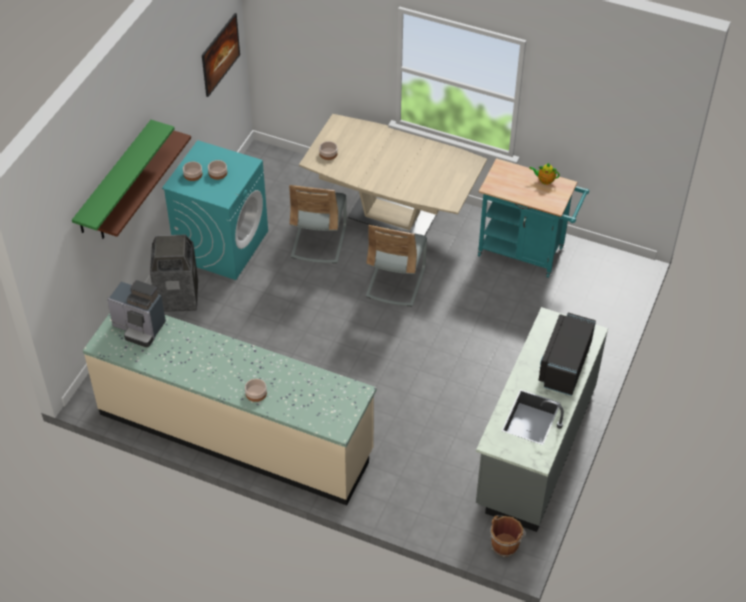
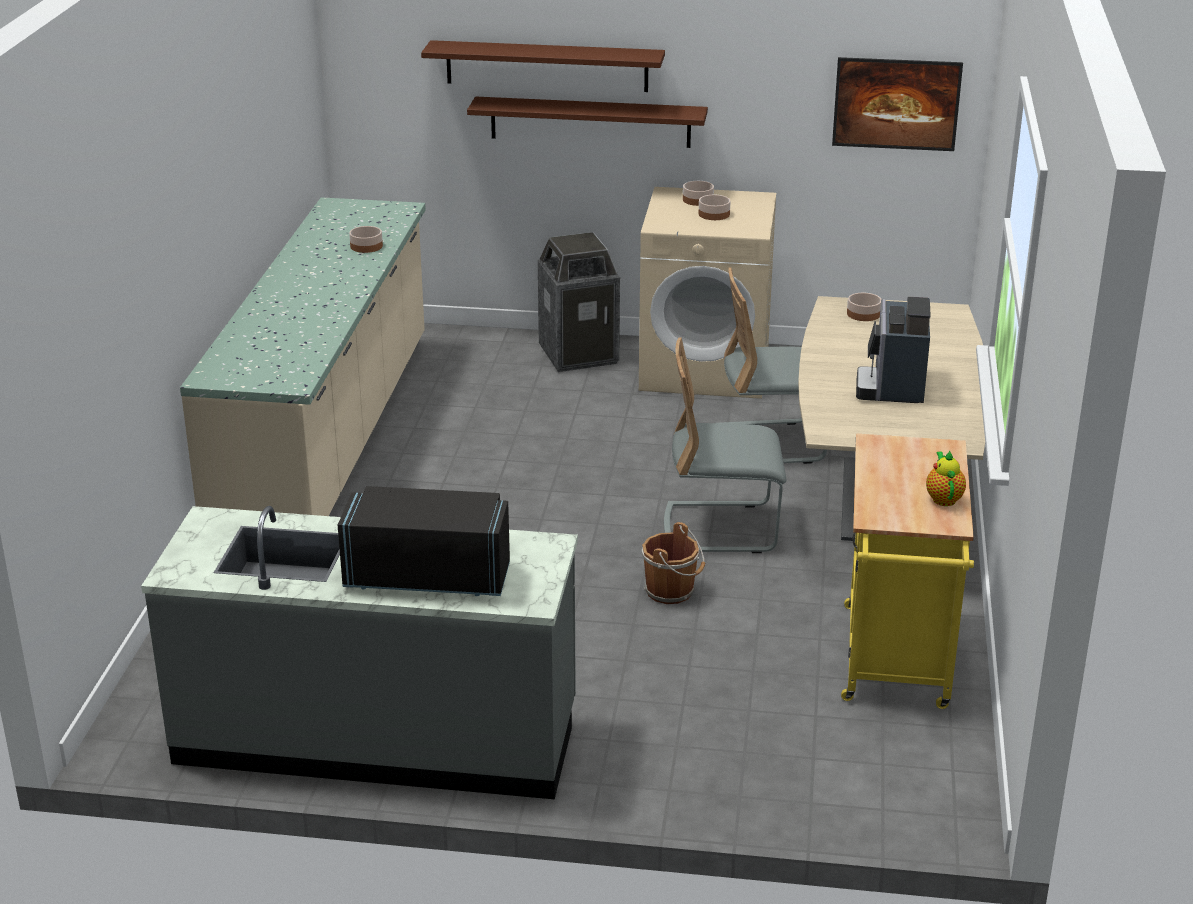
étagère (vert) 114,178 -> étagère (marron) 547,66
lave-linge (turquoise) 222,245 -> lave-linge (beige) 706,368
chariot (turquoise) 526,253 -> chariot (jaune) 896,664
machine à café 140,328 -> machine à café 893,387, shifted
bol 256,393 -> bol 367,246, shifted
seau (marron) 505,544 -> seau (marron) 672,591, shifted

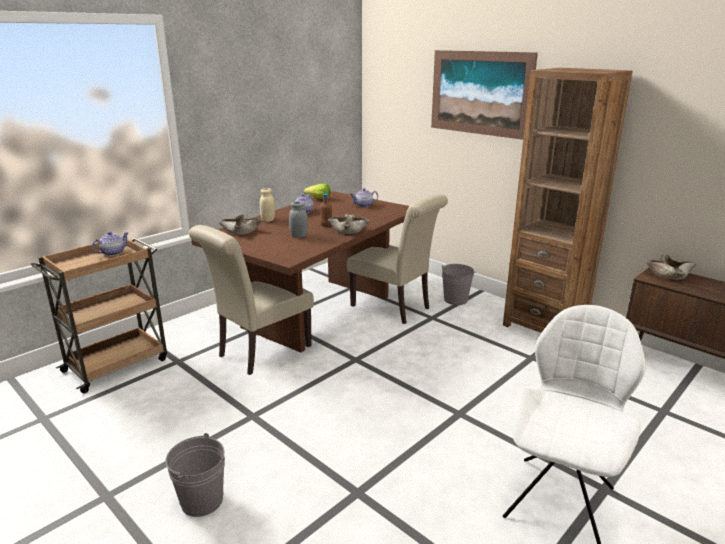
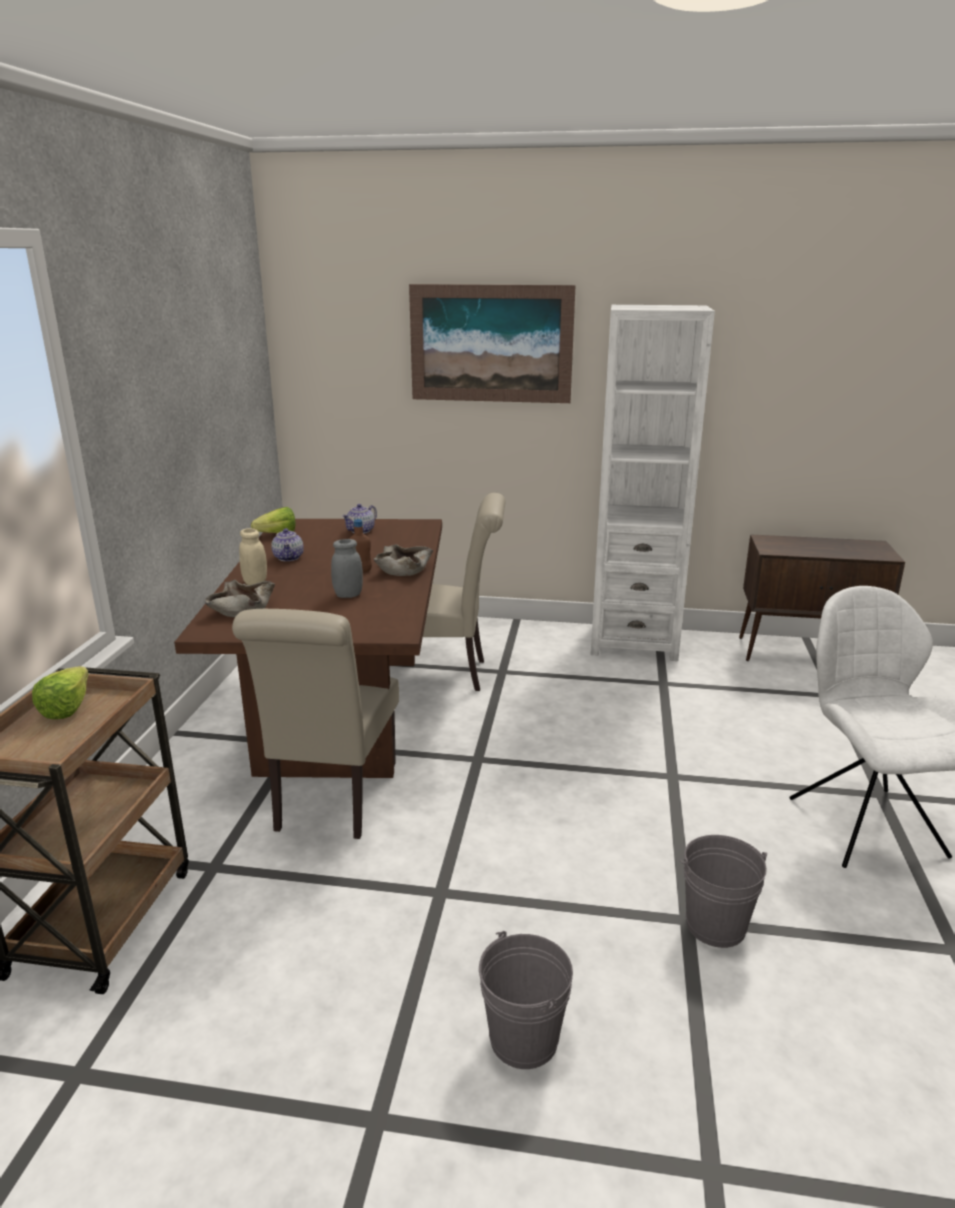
bibliothèque (marron) 544,326 -> bibliothèque (blanc) 633,642
théière 112,253 -> laitue 72,706
bol (beige) 669,275 -> none
seau (gris) 455,300 -> seau (gris) 716,925, shifted

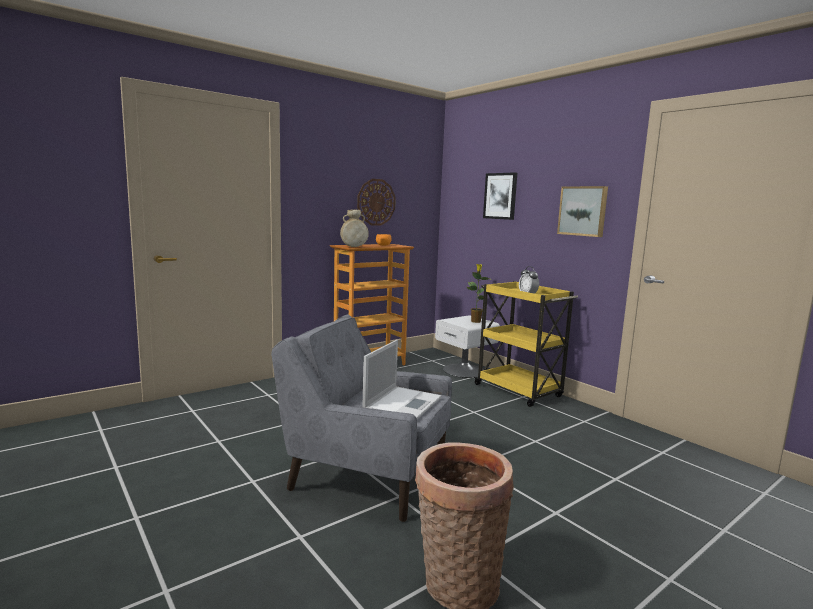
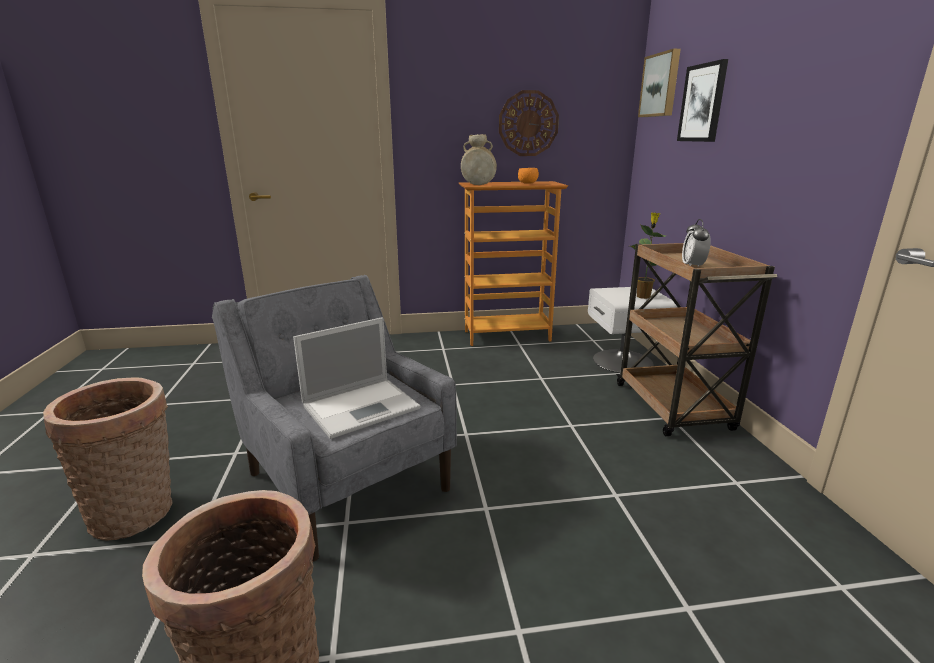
tableau 583,211 -> tableau 661,85, shifted
chariot (jaune) 519,391 -> chariot (marron) 673,408
none -> panier 138,512

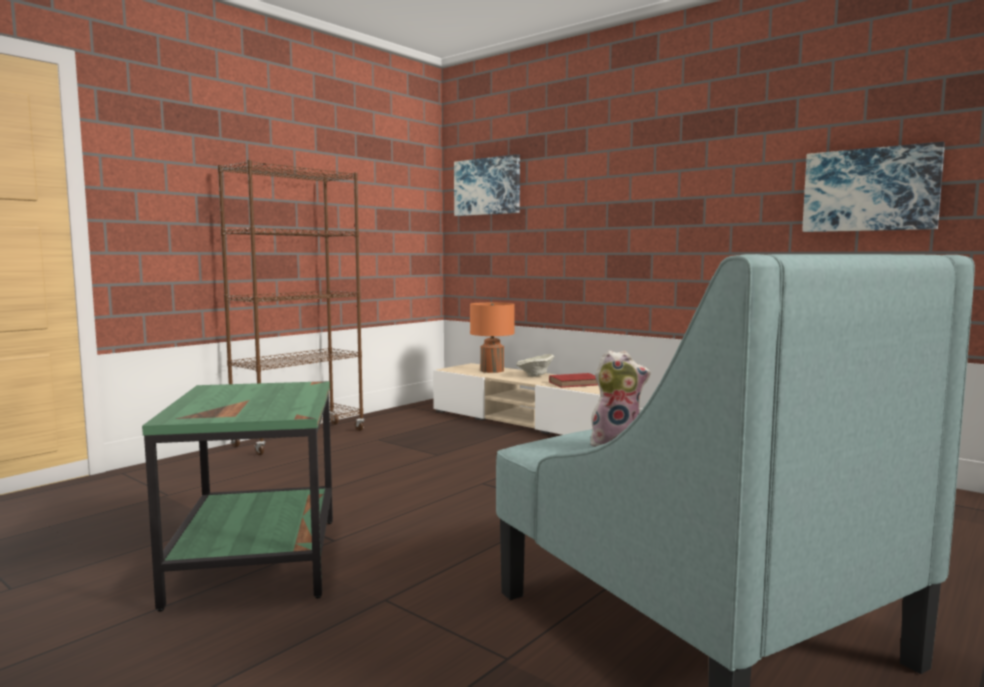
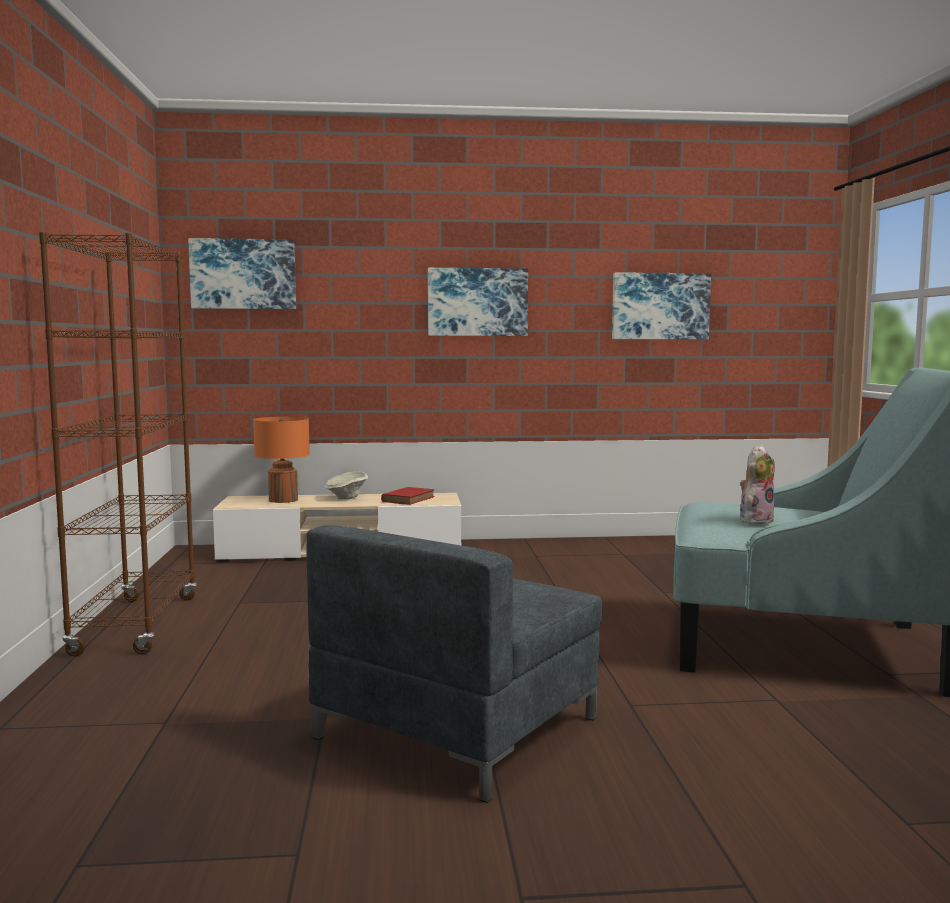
table d'appoint (vert) 255,560 -> fauteuil (gris) 461,727
none -> tableau 477,302

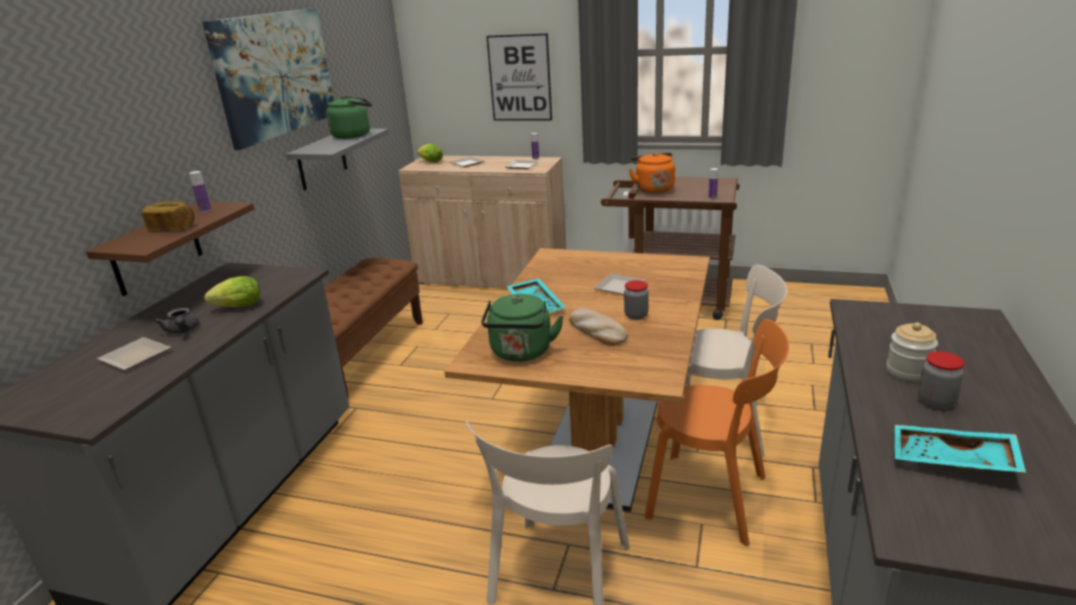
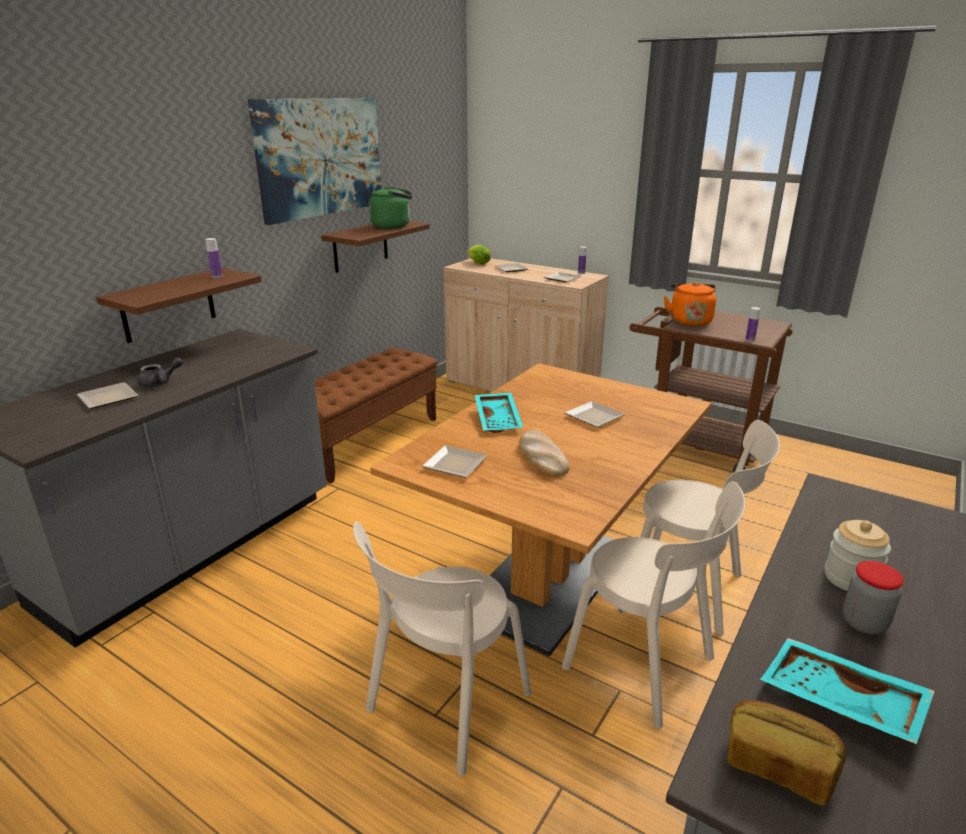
tableau 520,78 -> none
étagère (gris) 322,159 -> étagère (marron) 360,246
pain 172,227 -> pain 778,765, shifted
laitue 236,307 -> none
bocal 636,315 -> none
bouilloire (vert) 521,353 -> assiette 453,465
théière (gris) 182,331 -> théière (gris) 160,383, 105 degrees counterclockwise
chaise (orange) 713,498 -> chaise (beige) 645,666

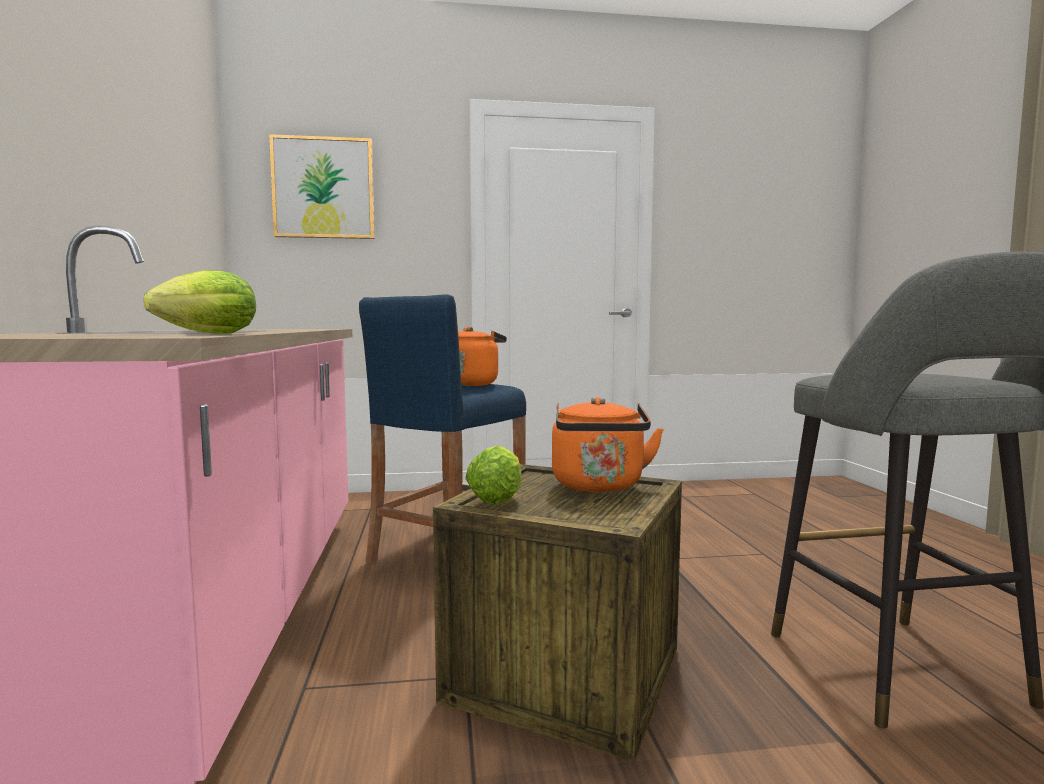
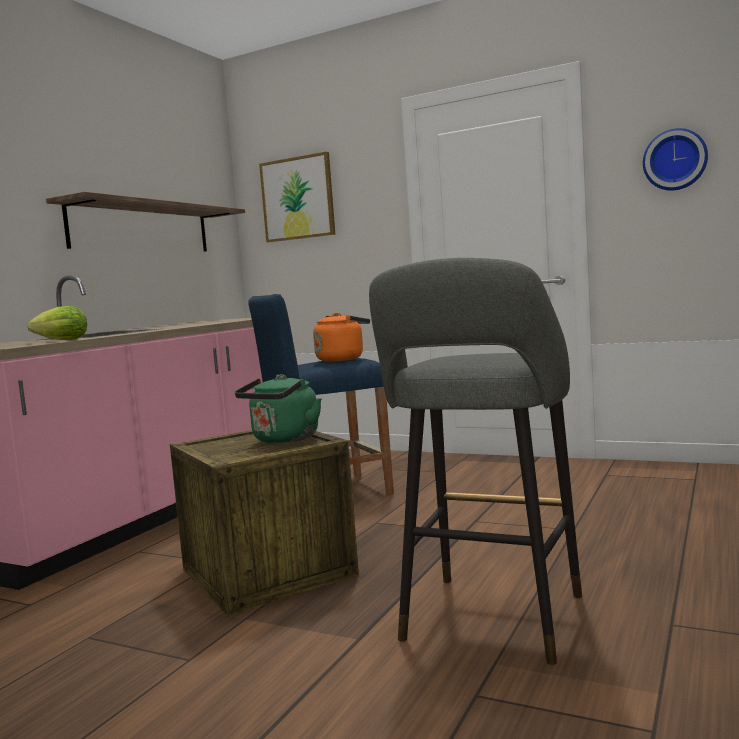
bouilloire (orange) 599,487 -> bouilloire (vert) 283,440
laitue 498,497 -> none
none -> horloge murale 675,160
none -> étagère 142,228

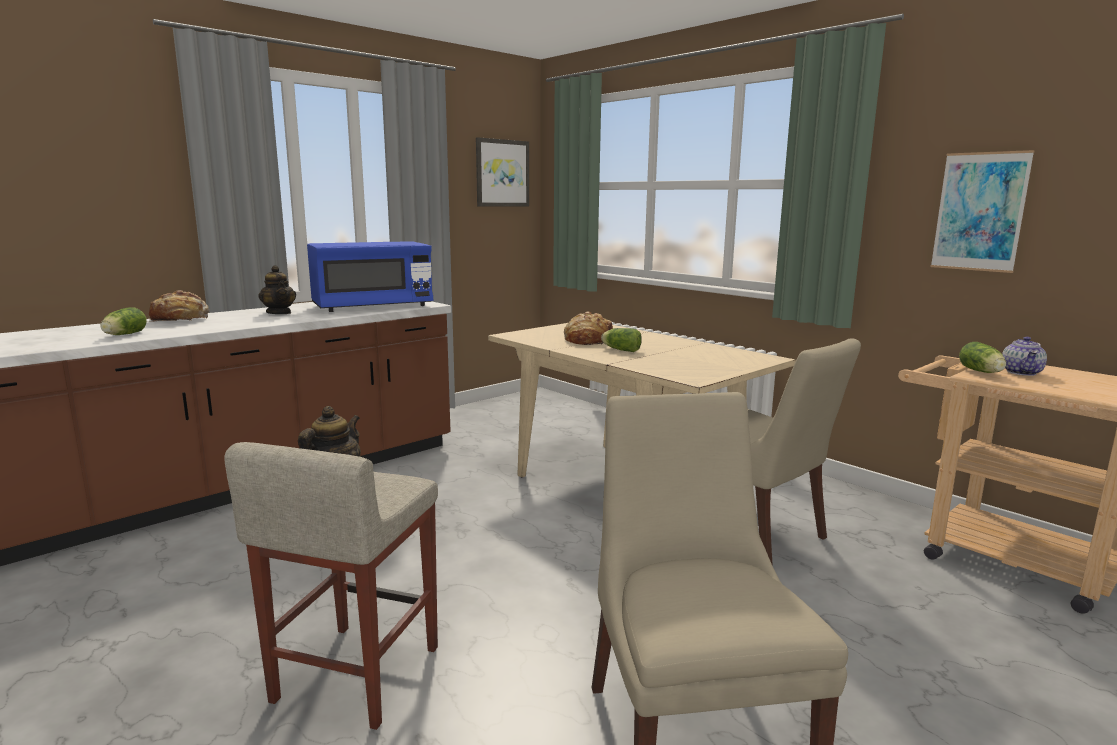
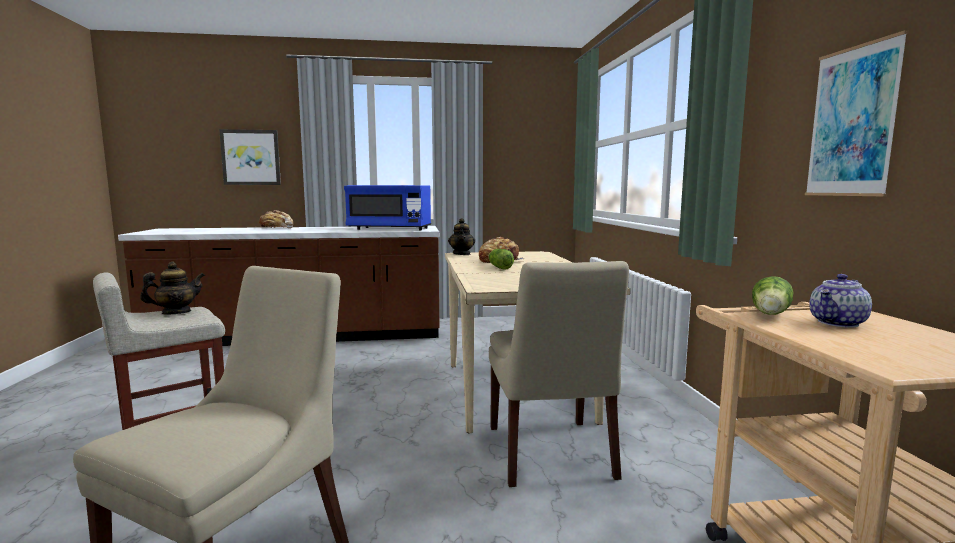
tableau 502,173 -> tableau 251,157, shifted
théière 279,313 -> théière 462,254, shifted
laitue 123,335 -> none

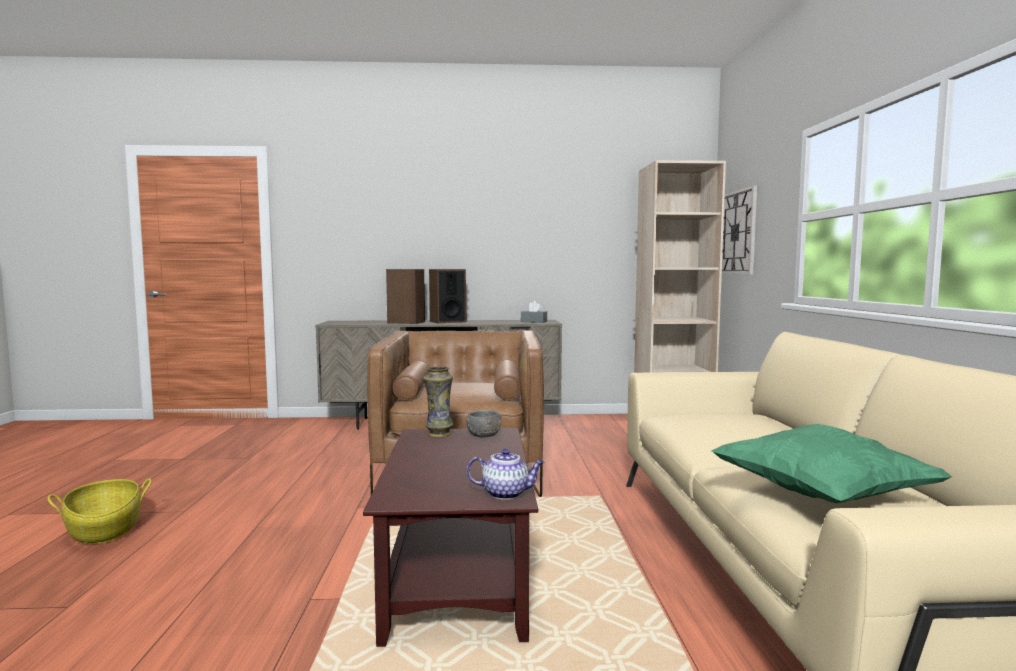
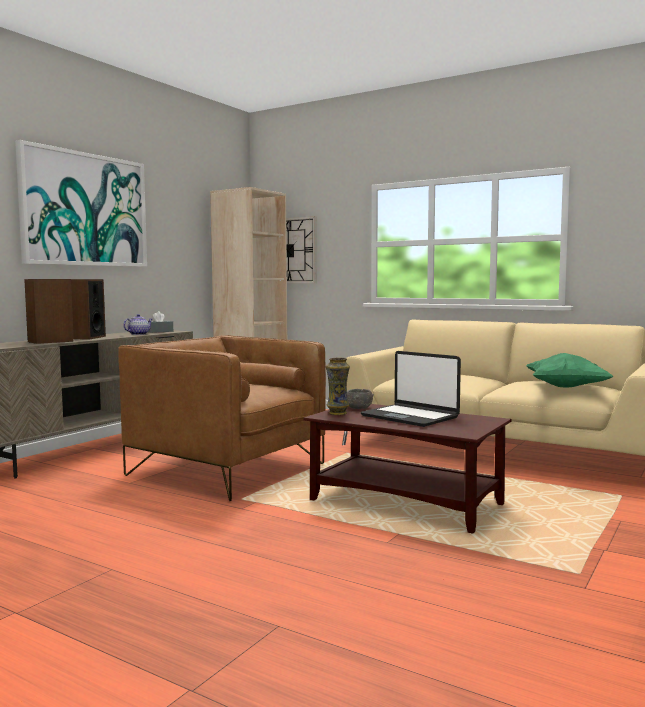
théière 506,493 -> théière 139,334, shifted
panier 104,530 -> none
none -> tableau 85,210
none -> ordinateur portable 410,417

